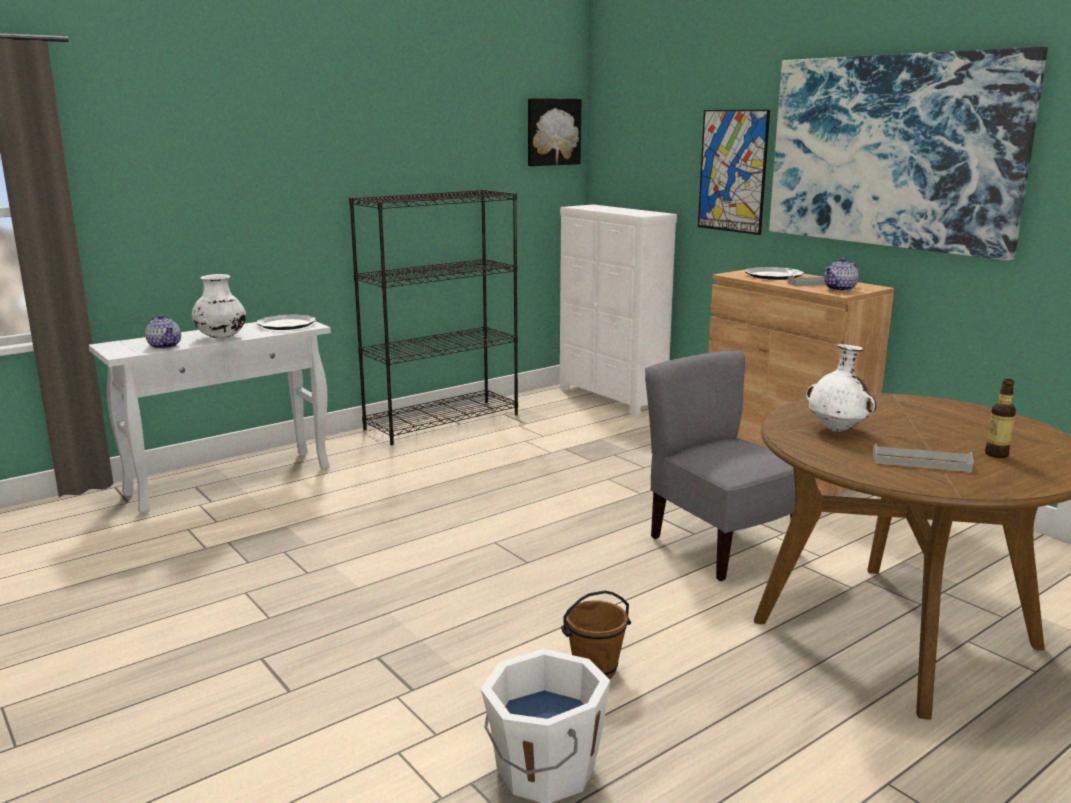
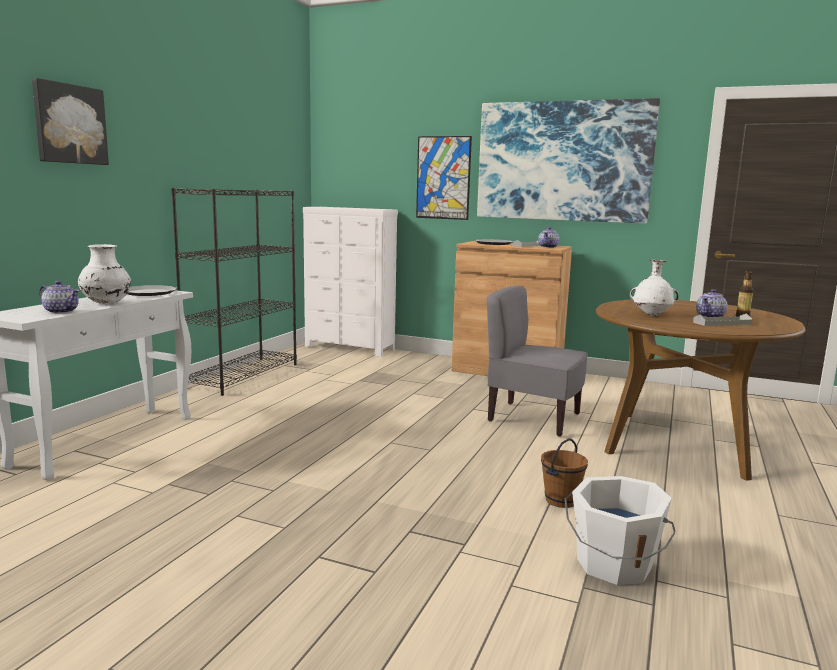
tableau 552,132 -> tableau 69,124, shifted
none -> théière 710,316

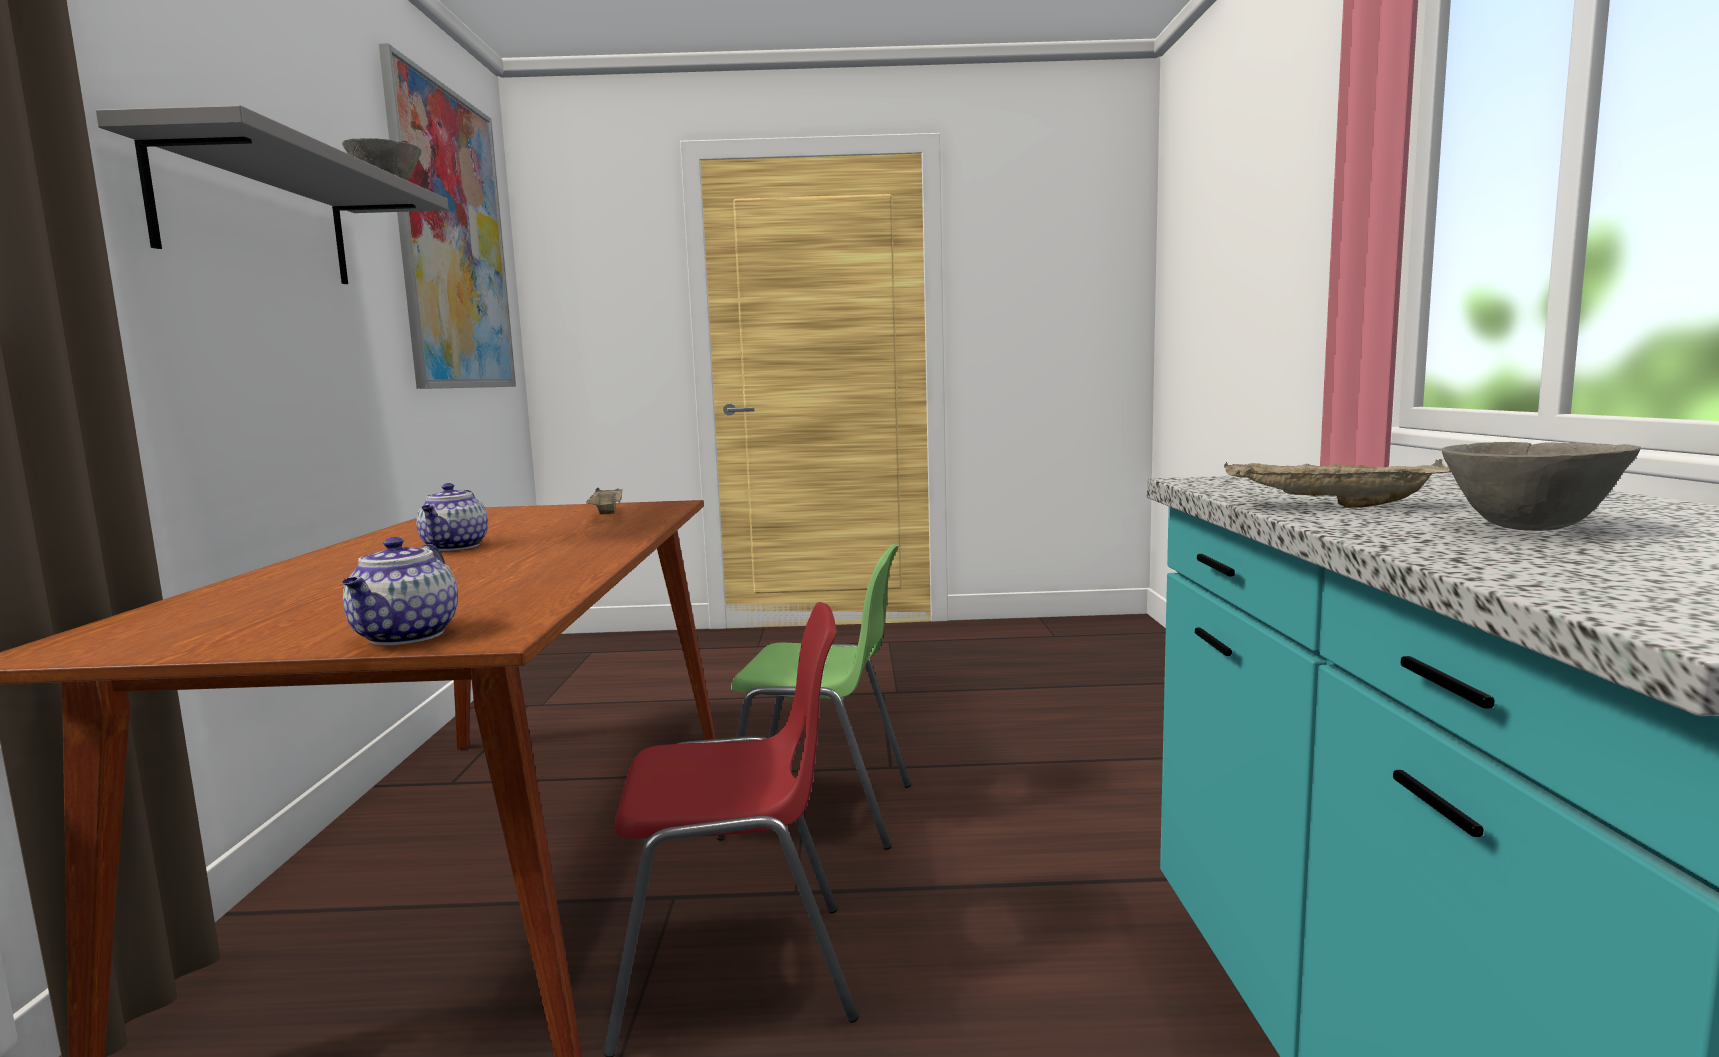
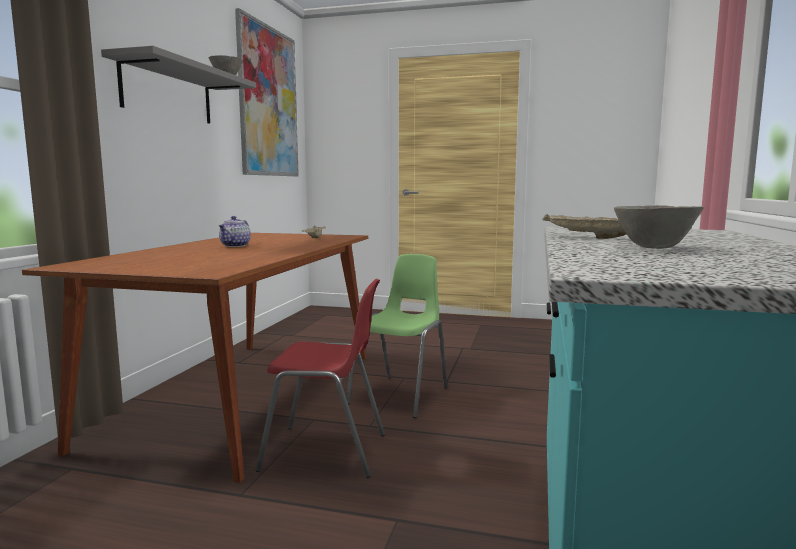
théière 406,636 -> none
chaise (vert) 821,811 -> chaise (vert) 400,395, 90 degrees counterclockwise

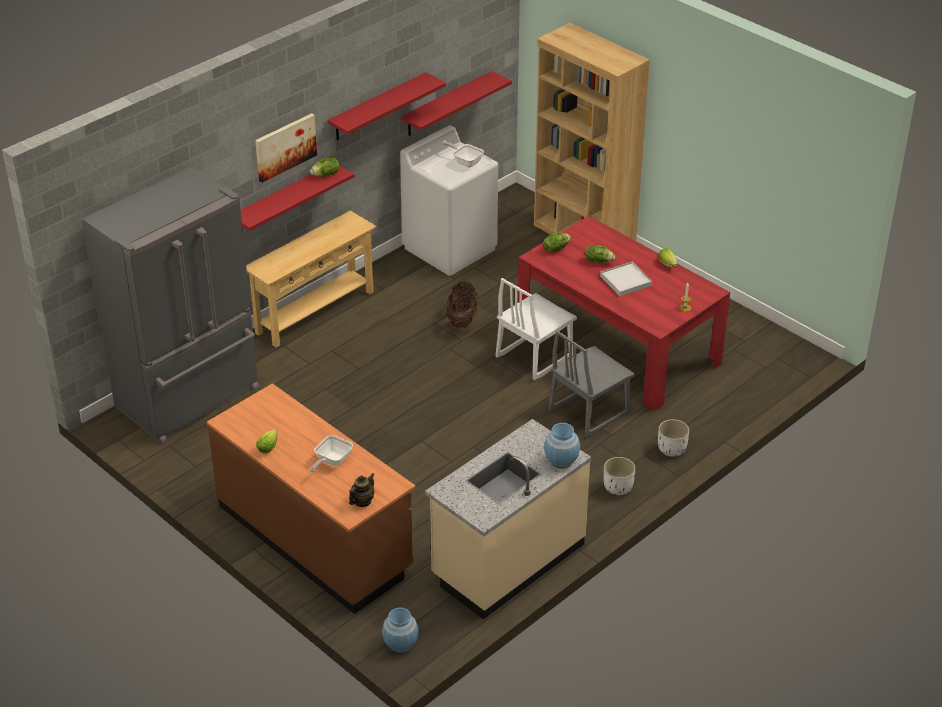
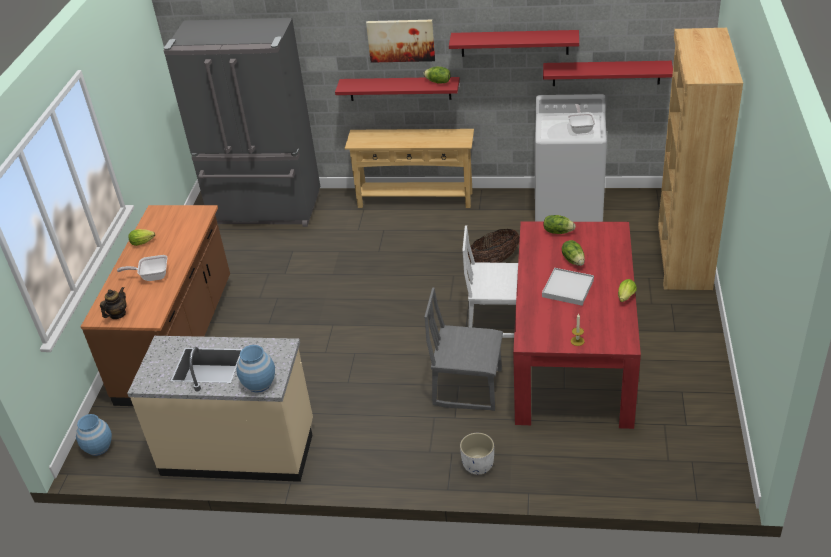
cache-pot (blanc) 618,488 -> none
théière 362,501 -> théière 117,314, 60 degrees counterclockwise

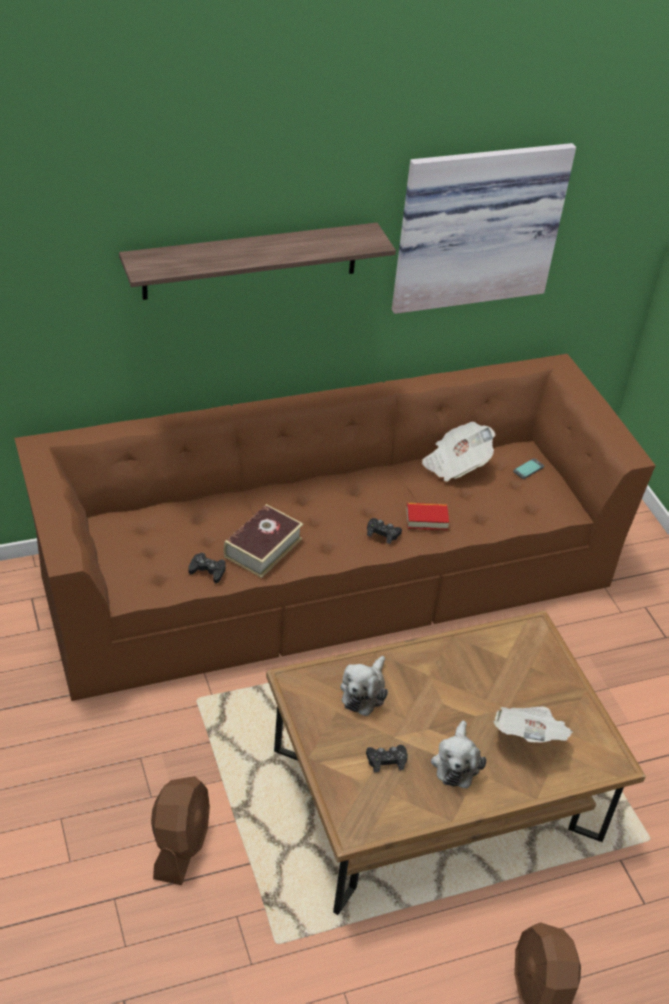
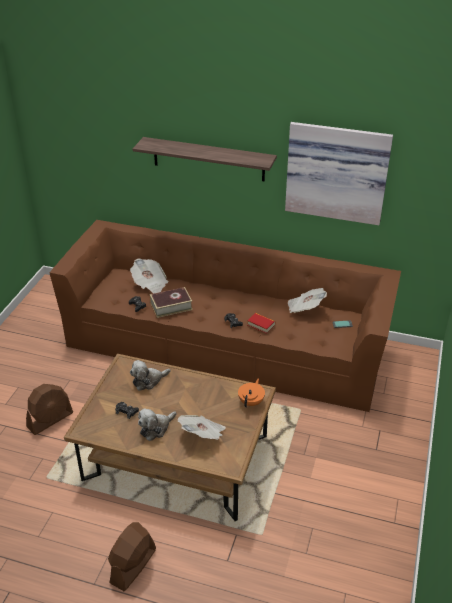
none -> journal 150,284
none -> théière (orange) 251,402

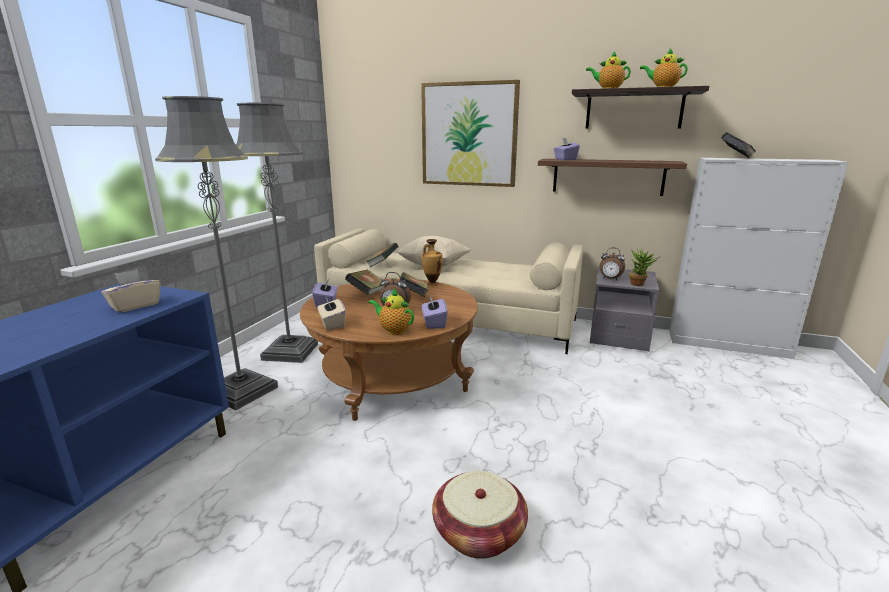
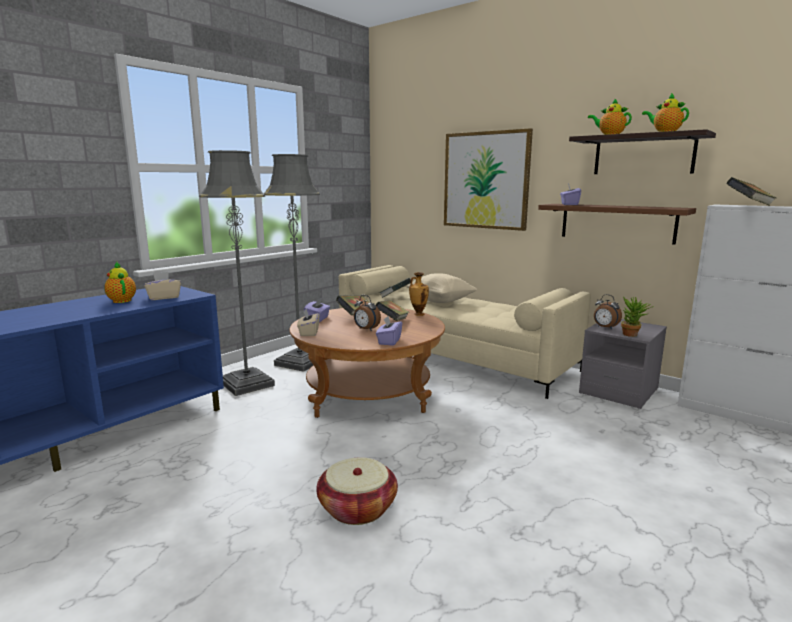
théière 393,330 -> théière 121,300, shifted

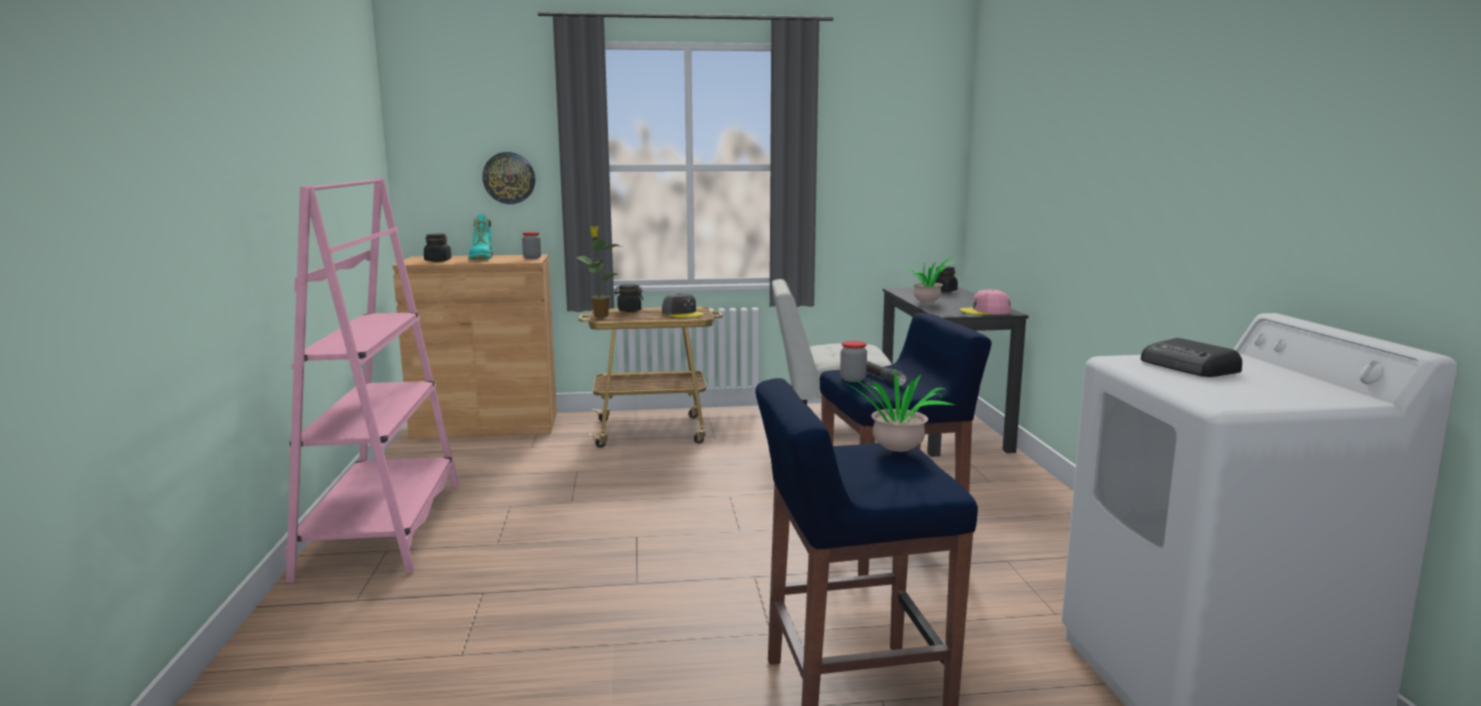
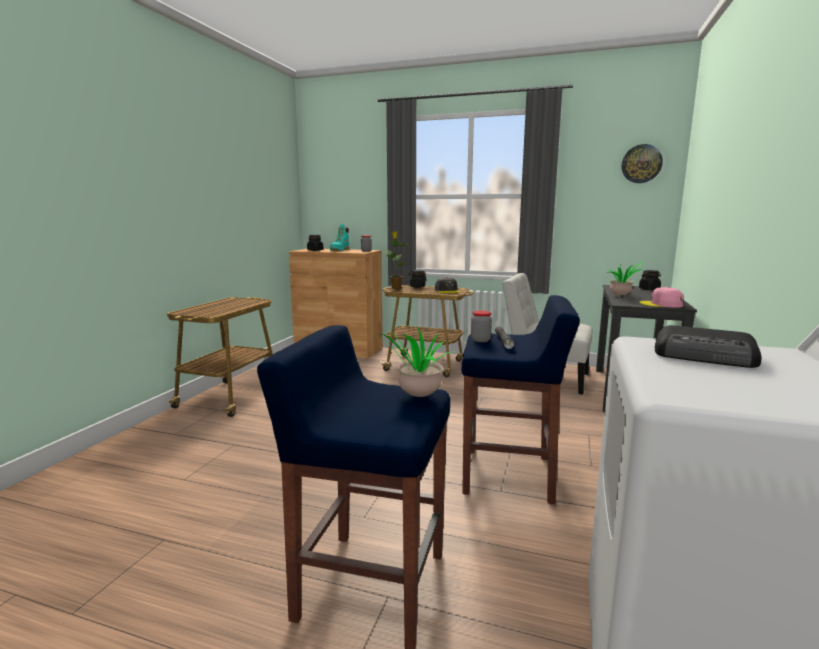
horloge murale 509,178 -> horloge murale 641,164, shifted
bibliothèque (rose) 383,528 -> chariot 230,397
radio 1189,367 -> radio 706,356, 60 degrees counterclockwise

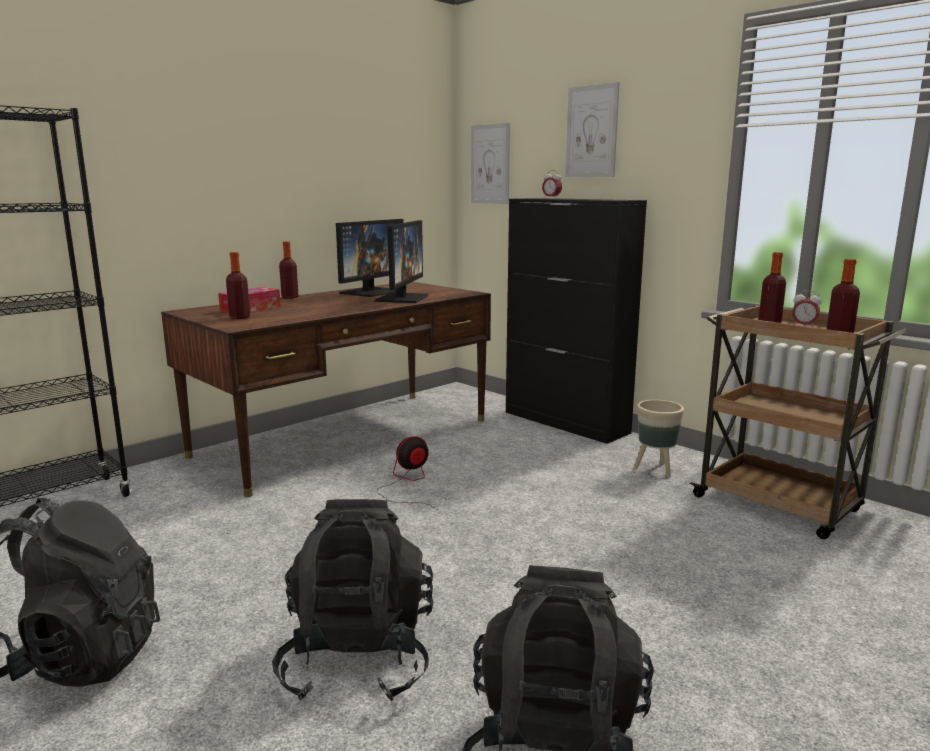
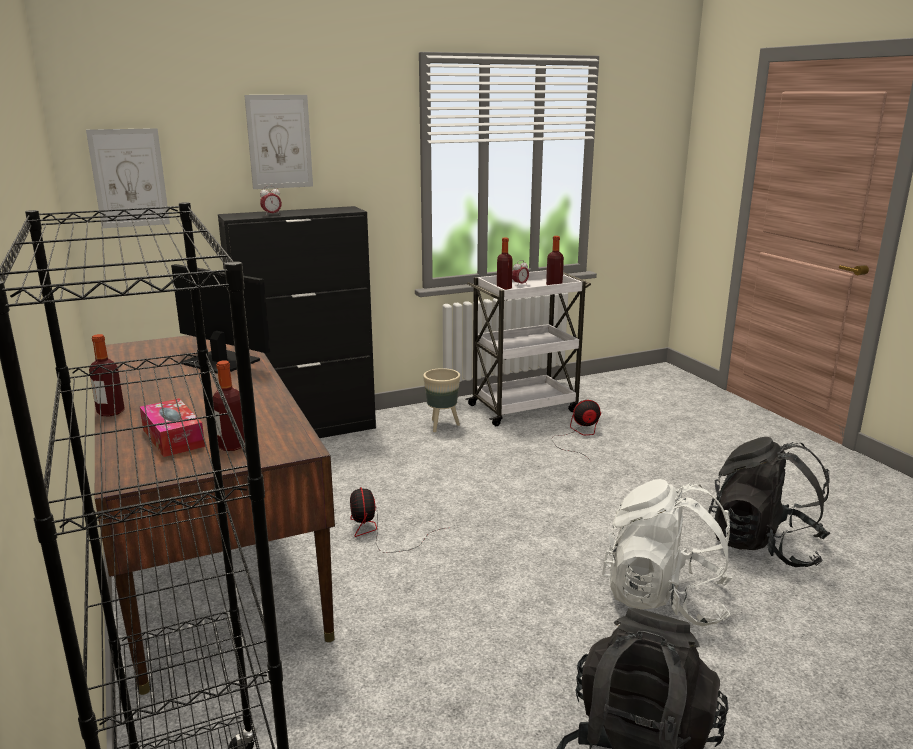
écran d'ordinateur 369,292 -> none
chariot (marron) 779,505 -> chariot (blanc) 524,407
sac à dos (noir) 358,658 -> sac à dos (blanc) 664,598
none -> ventilateur 579,436

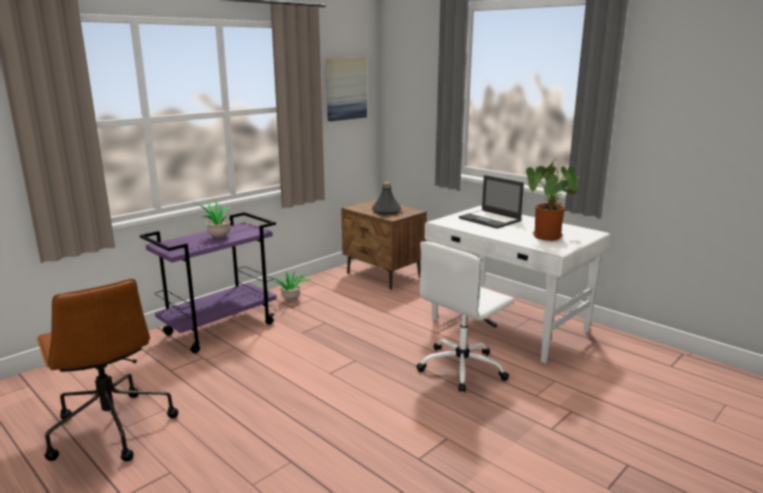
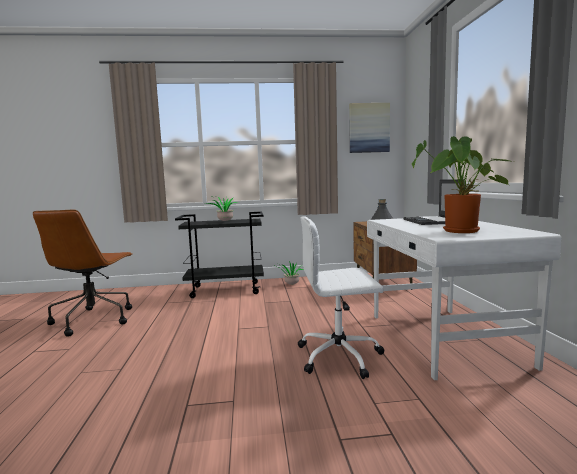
chariot (violet) 220,328 -> chariot (noir) 226,290

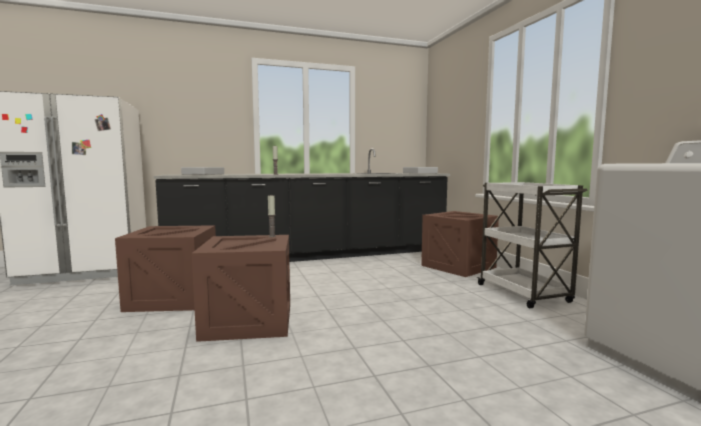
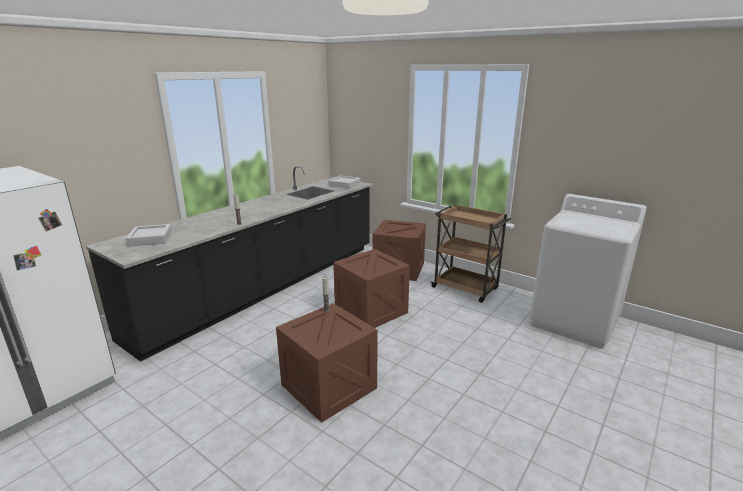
chariot (blanc) 524,294 -> chariot (marron) 466,288
caisse 173,298 -> caisse 371,311, shifted

